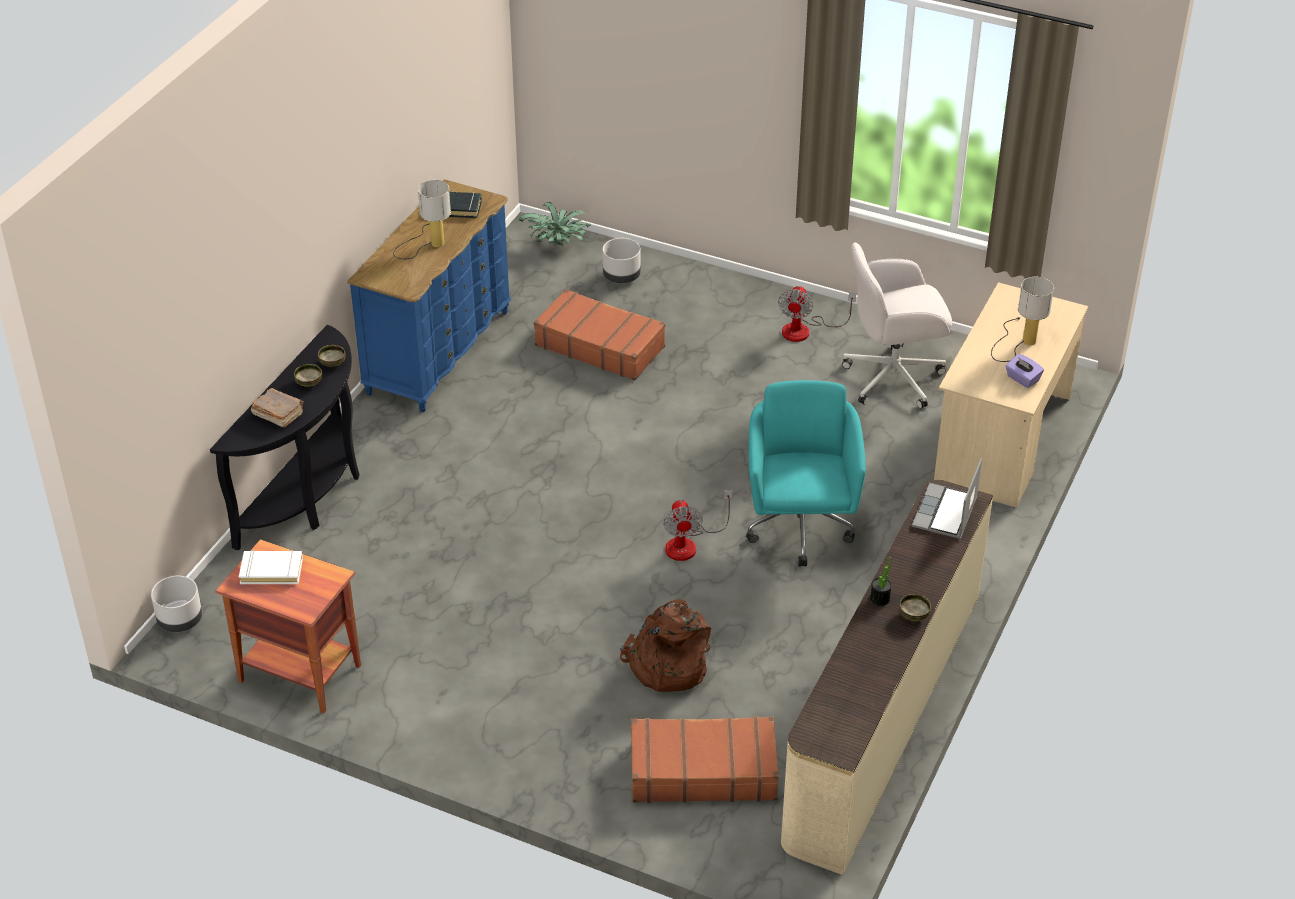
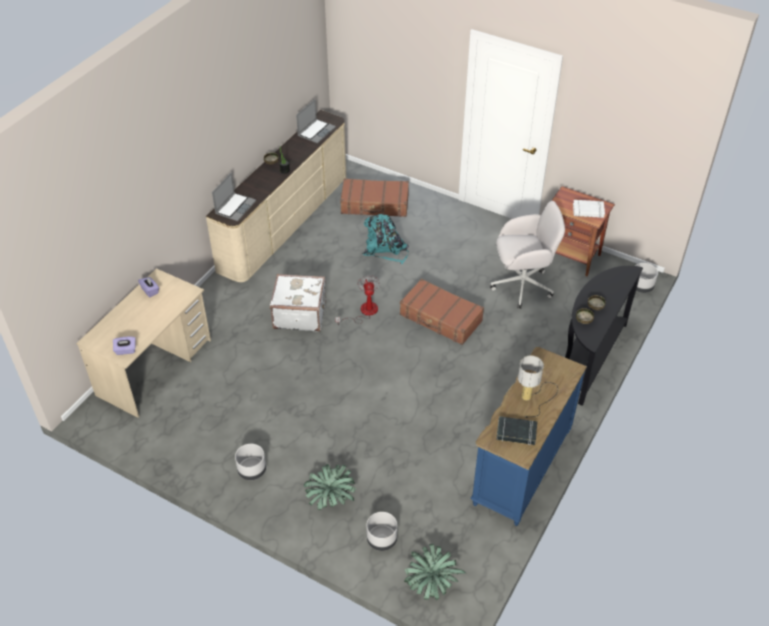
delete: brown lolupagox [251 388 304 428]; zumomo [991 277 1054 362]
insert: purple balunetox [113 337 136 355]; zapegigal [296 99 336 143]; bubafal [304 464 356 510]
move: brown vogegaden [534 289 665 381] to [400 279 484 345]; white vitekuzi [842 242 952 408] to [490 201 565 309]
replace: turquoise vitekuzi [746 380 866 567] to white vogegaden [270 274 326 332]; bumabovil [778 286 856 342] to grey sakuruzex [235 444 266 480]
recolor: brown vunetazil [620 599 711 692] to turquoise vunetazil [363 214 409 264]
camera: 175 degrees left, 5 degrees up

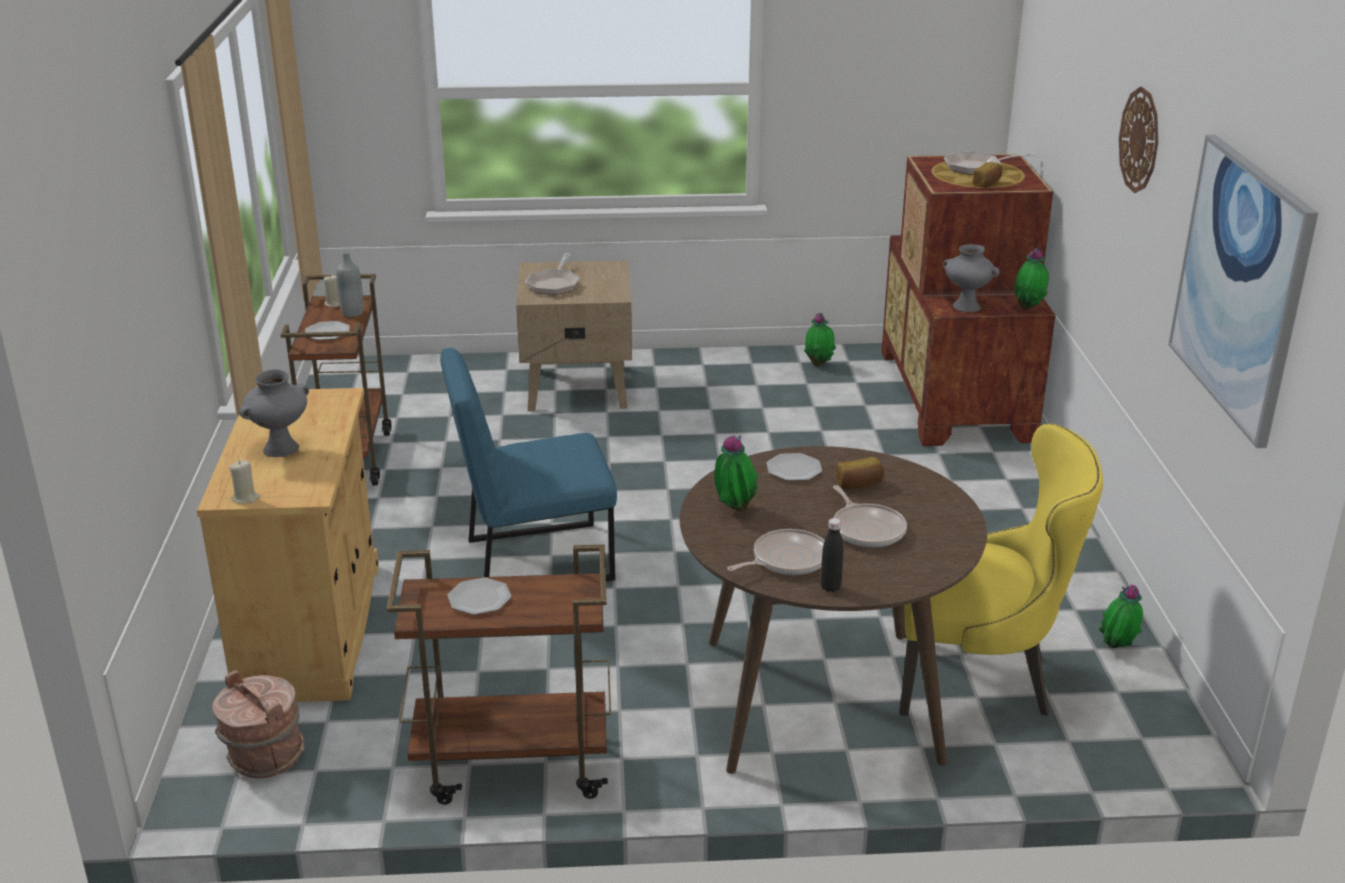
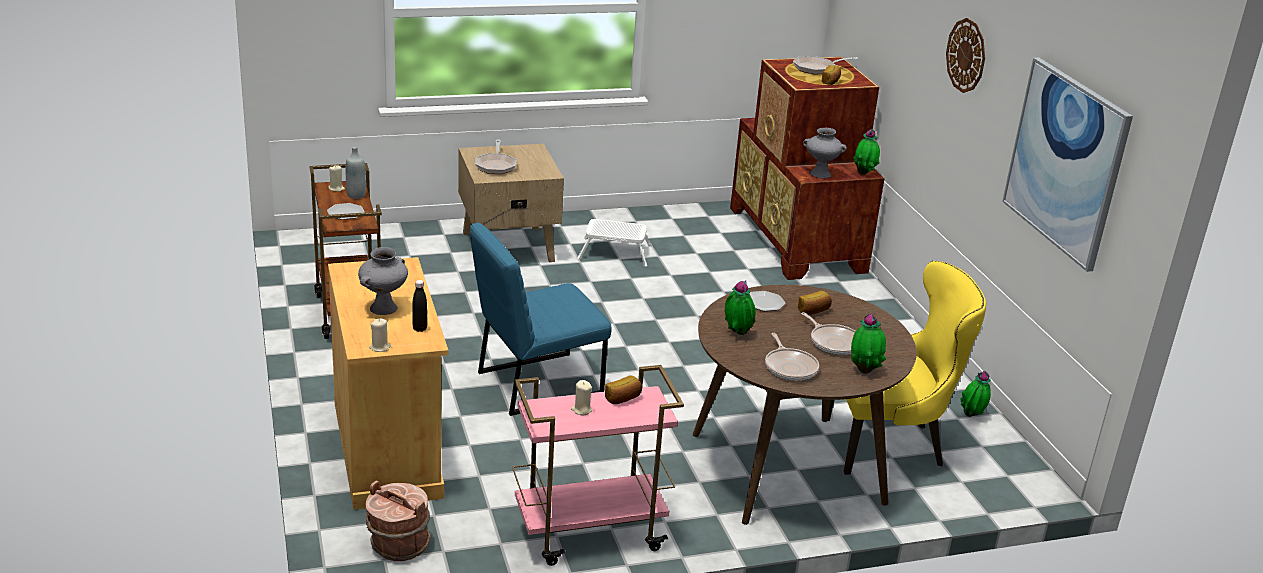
insert: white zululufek [578 219 652 267]; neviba [605 375 642 404]
move: bubafal [804 313 836 366] to [851 313 886 374]; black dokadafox [821 518 843 592] to [412 280 427 332]
replace: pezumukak [447 578 512 615] to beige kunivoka [571 380 593 415]
recolor: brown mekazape [387 544 611 805] to pink mekazape [512 365 684 566]
rotate: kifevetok [727 529 825 575] = [765 333 819 381] 120 degrees clockwise
camera: 15 degrees left, 0 degrees up

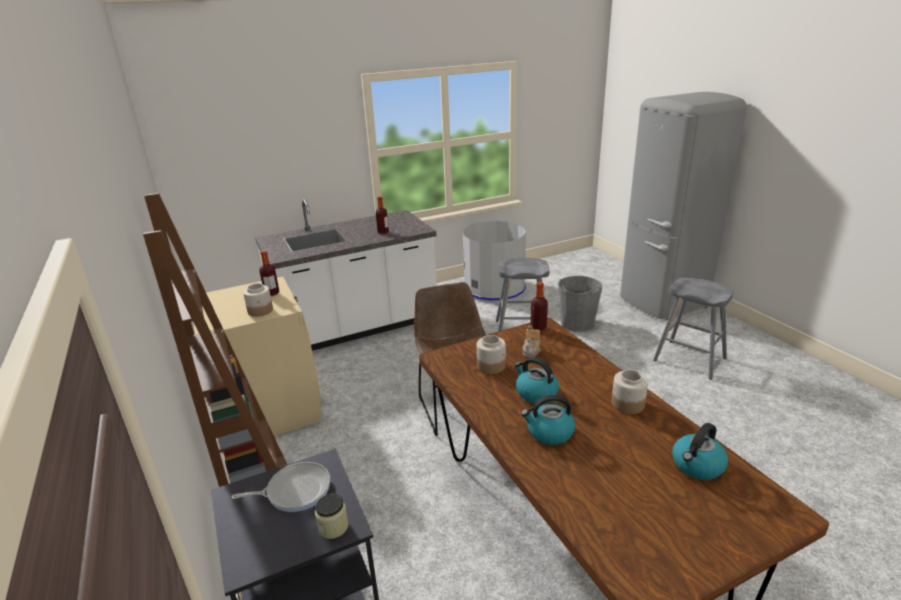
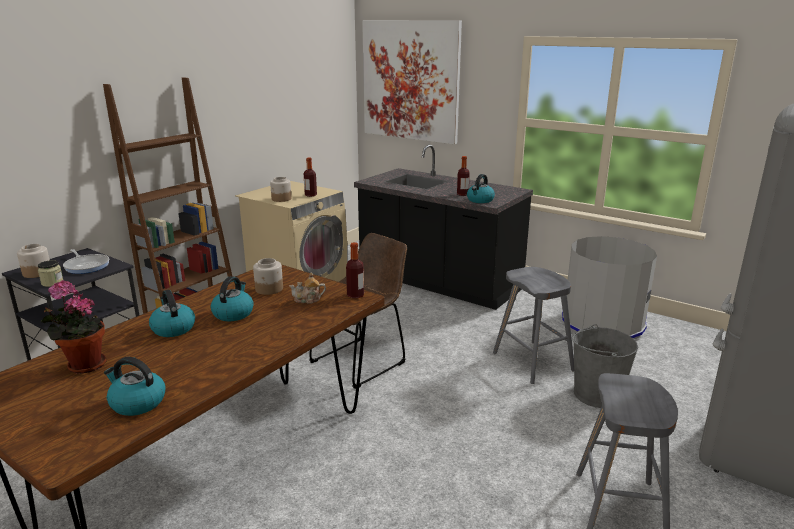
insert: bubafal [41 280 106 374]; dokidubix [362 20 462 144]; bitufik [467 174 495 203]
move: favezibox [612 370 648 414] to [17 244 50 278]
recolor: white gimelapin [255 199 437 351] to black gimelapin [354 145 533 310]
camera: 60 degrees right, 5 degrees down

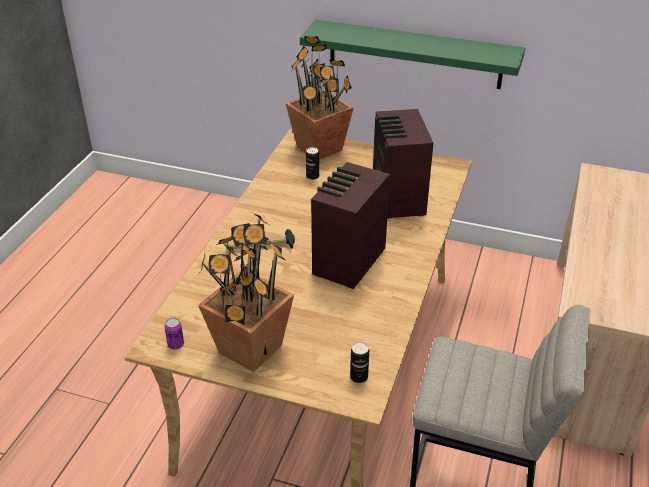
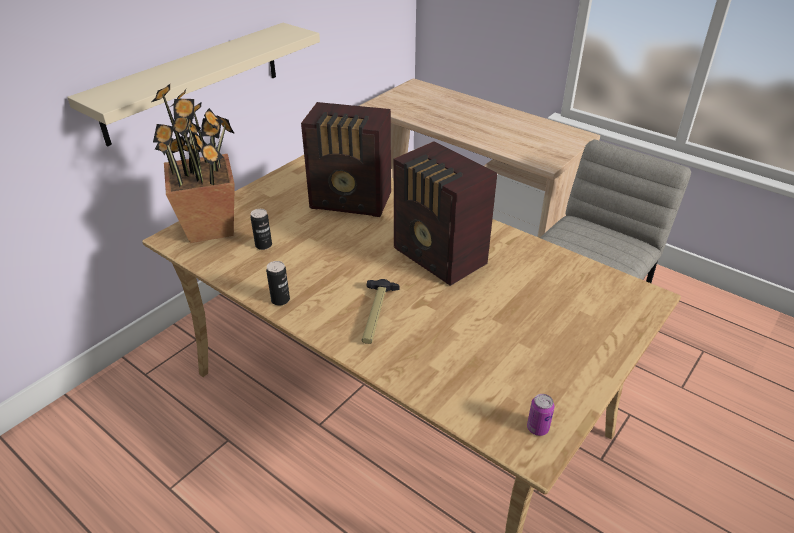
delete: bubafal [198 214 294 372]
move: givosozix [350 342 369 383] to [266 261 290 306]
recolor: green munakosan [300 20 525 89] to beige munakosan [67 23 320 147]
camera: 70 degrees left, 0 degrees up

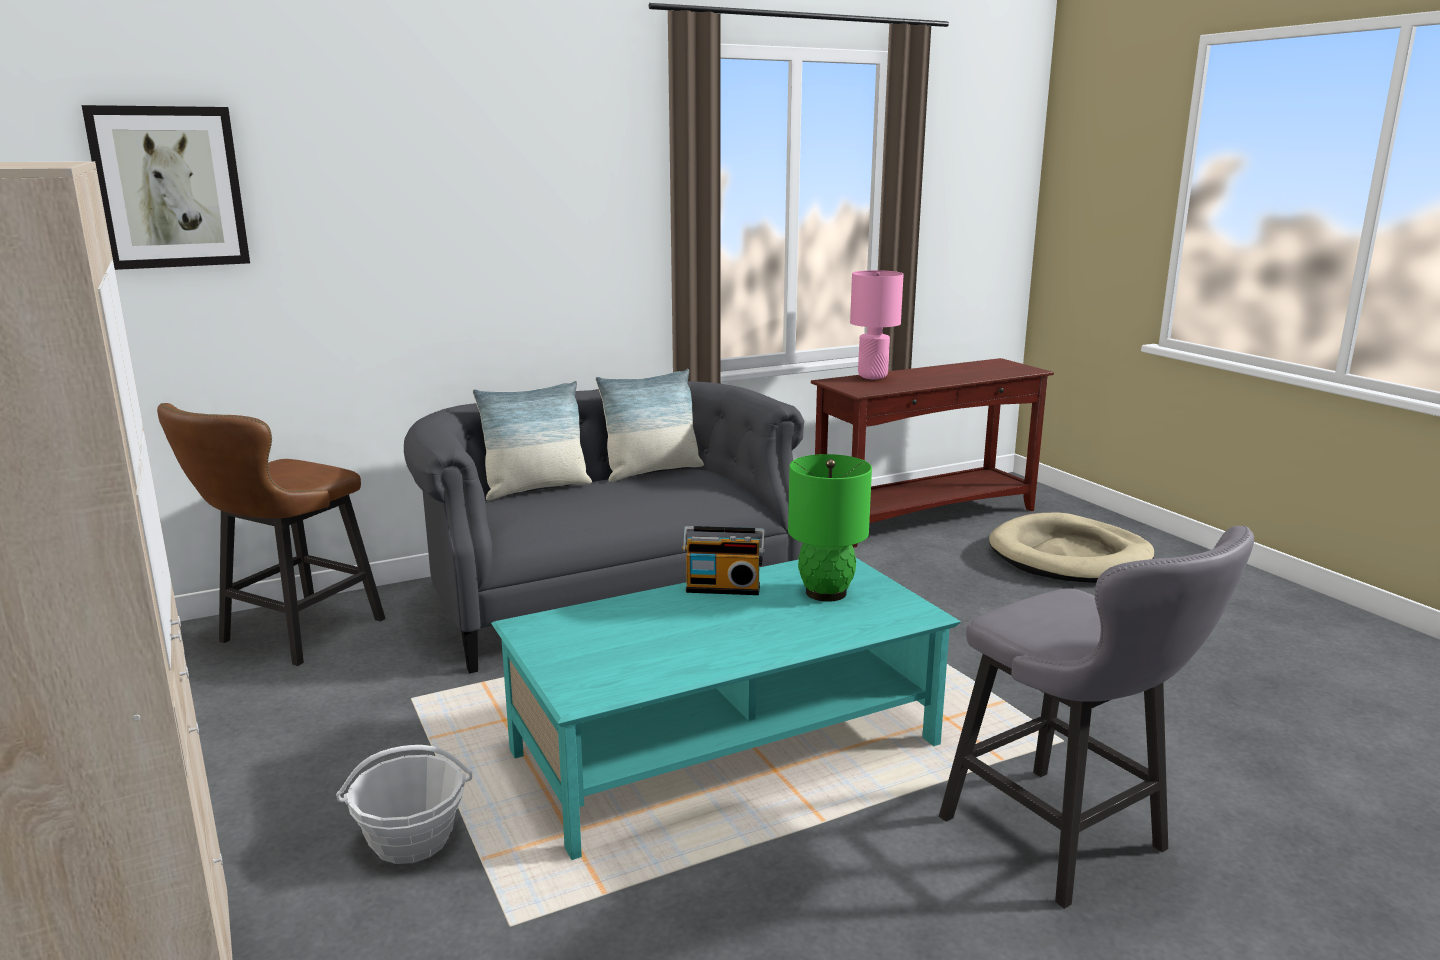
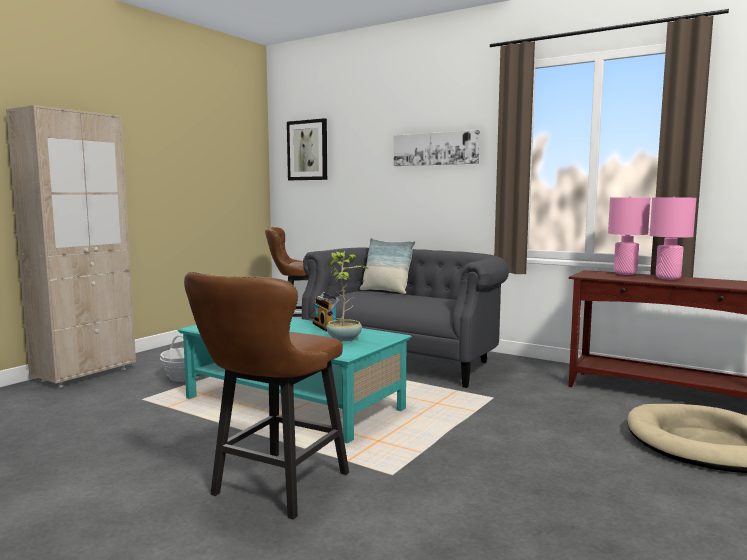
delete: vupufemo [595 369 704 482]
insert: dokidubix [394 130 480 166]; pink zumomo [650 196 696 280]
replace: green zumomo [788 454 872 602] to bubafal [326 251 368 341]
recolor: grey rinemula [939 526 1254 909] to brown rinemula [184 271 349 520]
camera: 60 degrees right, 10 degrees down

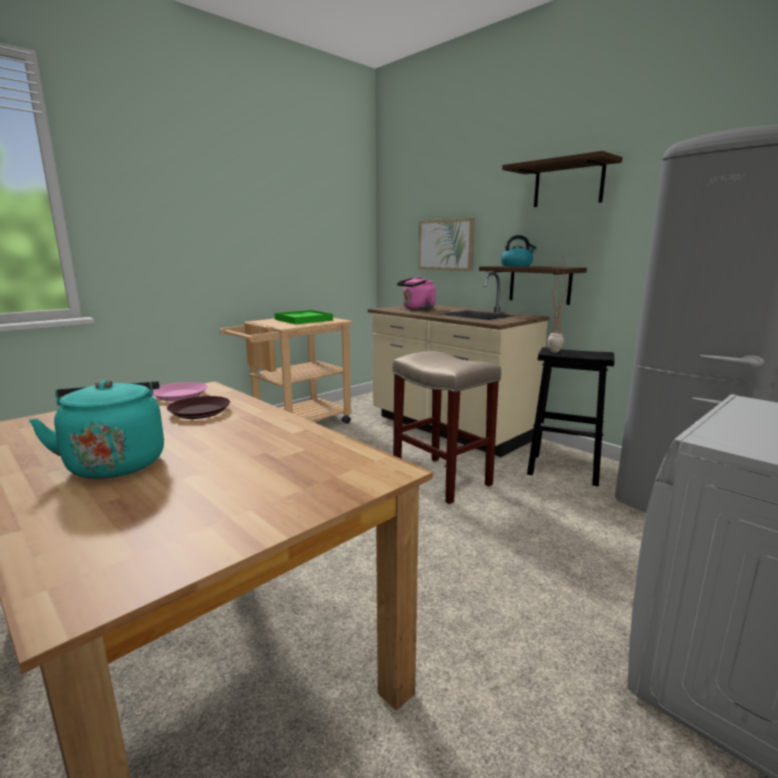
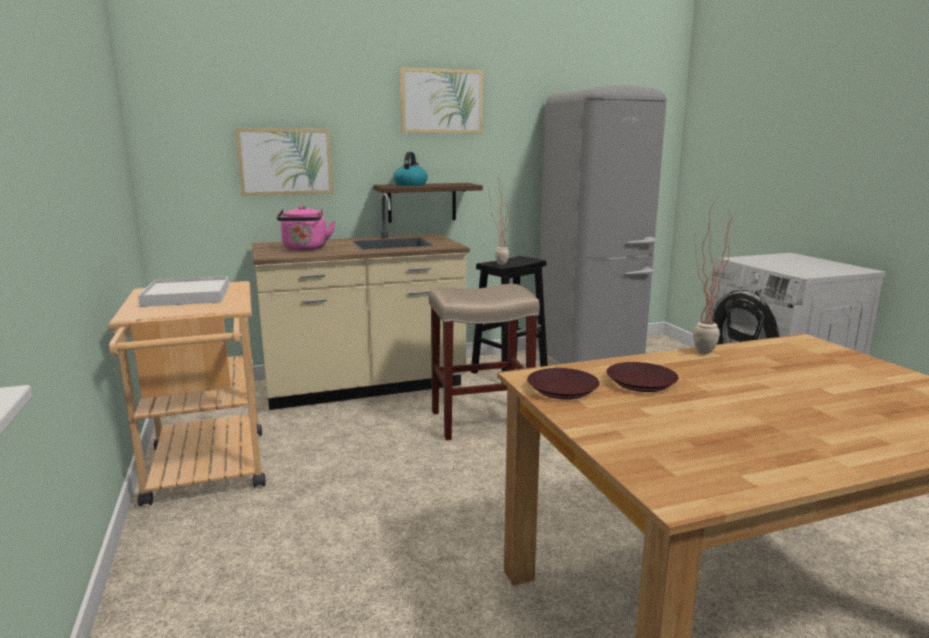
delete: turquoise bitufik [29 380 164 479]
insert: bubafal [691 199 734 354]
replace: munakosan [502 151 623 207] to dokidubix [399 67 483 133]
recolor: pink pezumukak [153 382 208 401] to brown pezumukak [527 368 600 399]; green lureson [275 310 333 324] to white lureson [138 276 229 307]
camera: 65 degrees left, 0 degrees up

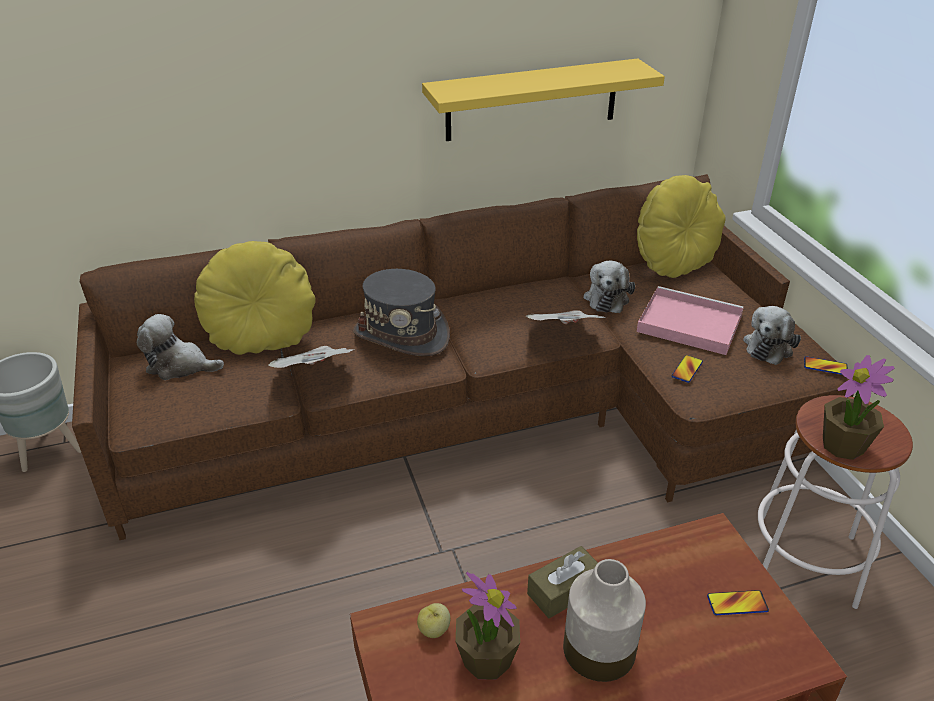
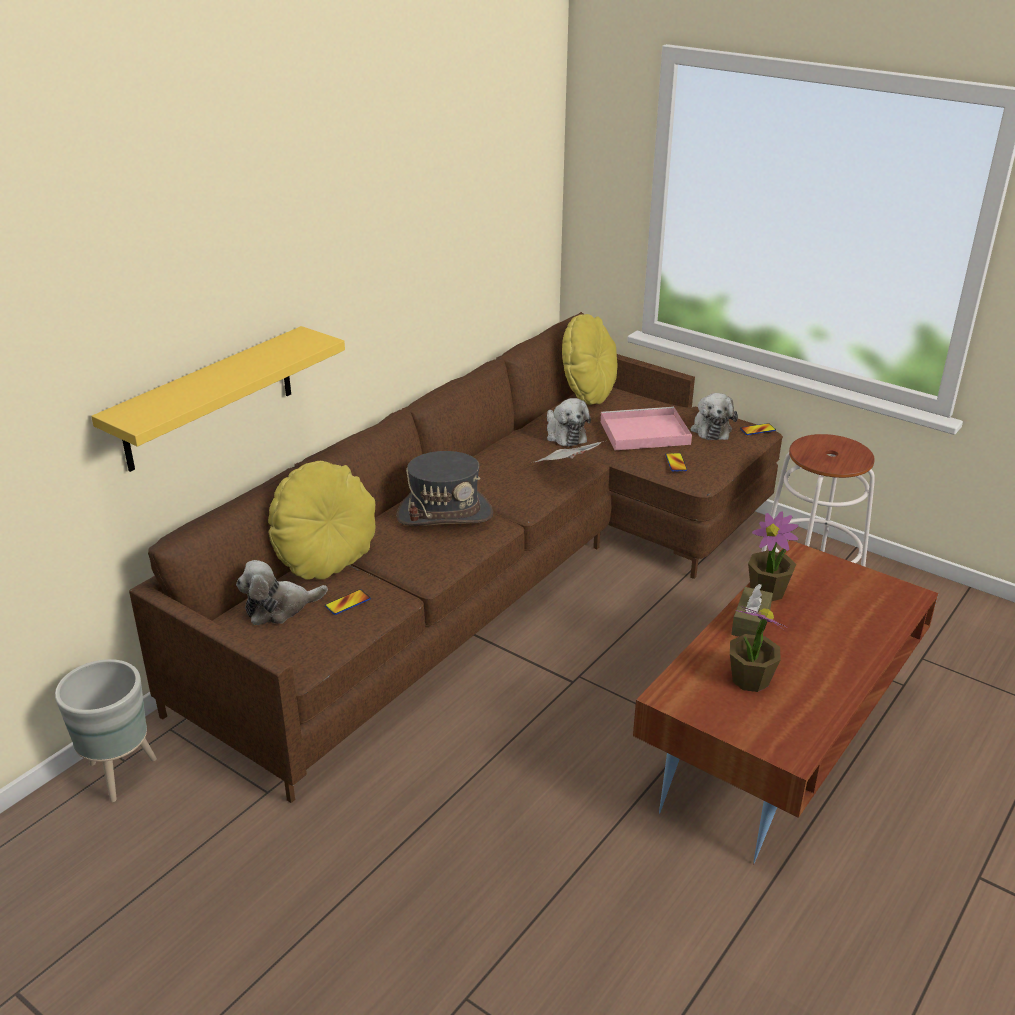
delete: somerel [268 346 355 368]; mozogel [417 603 451 638]; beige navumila [563 559 646 682]
move: yellow munakosan [422 58 665 141] to [91 326 345 472]; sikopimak [707 590 769 615] to [325 589 371 615]; bubafal [823 355 895 460] to [748 511 799 601]
camera: 35 degrees left, 5 degrees down

